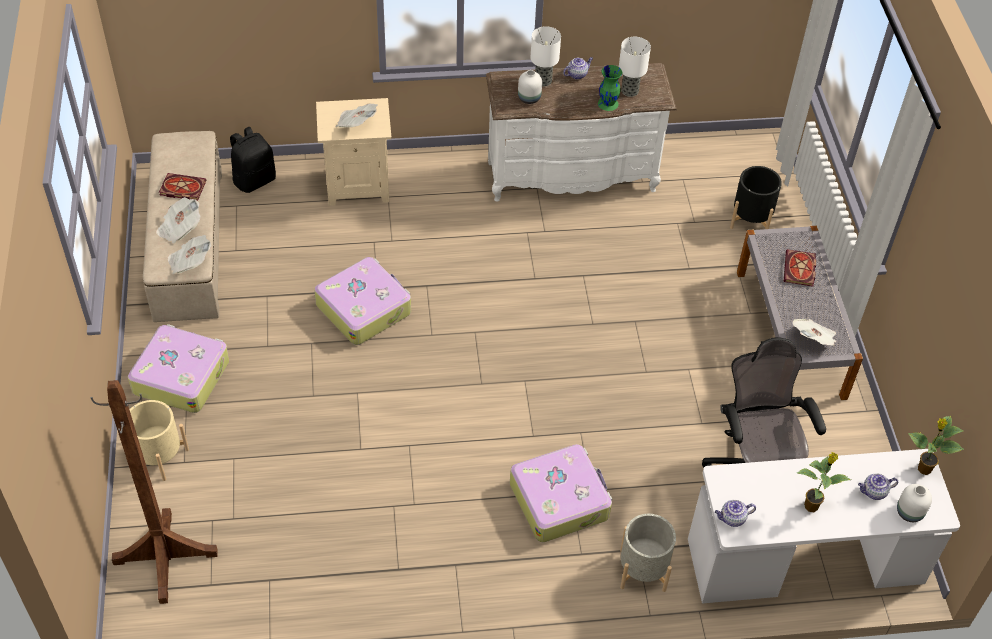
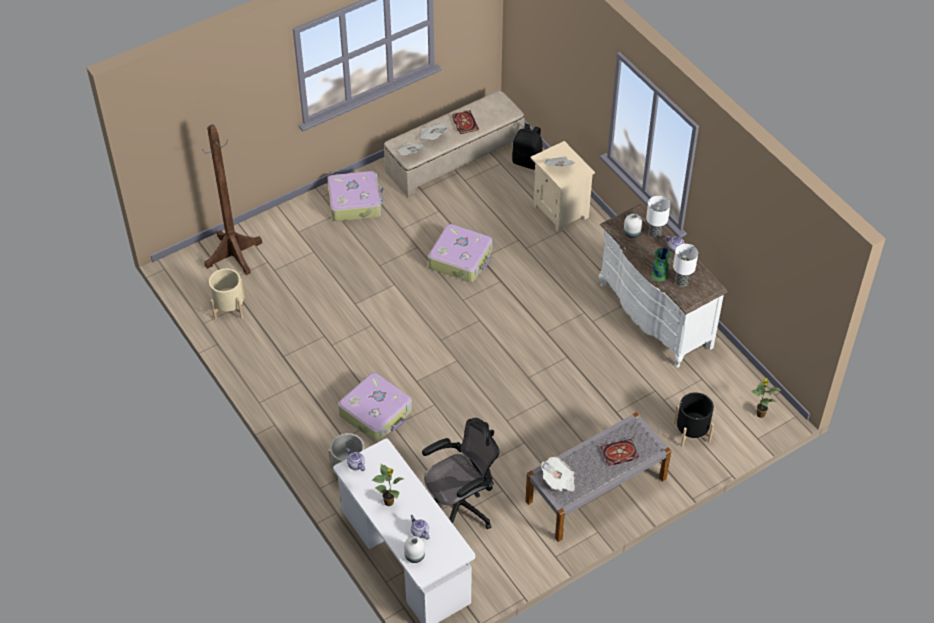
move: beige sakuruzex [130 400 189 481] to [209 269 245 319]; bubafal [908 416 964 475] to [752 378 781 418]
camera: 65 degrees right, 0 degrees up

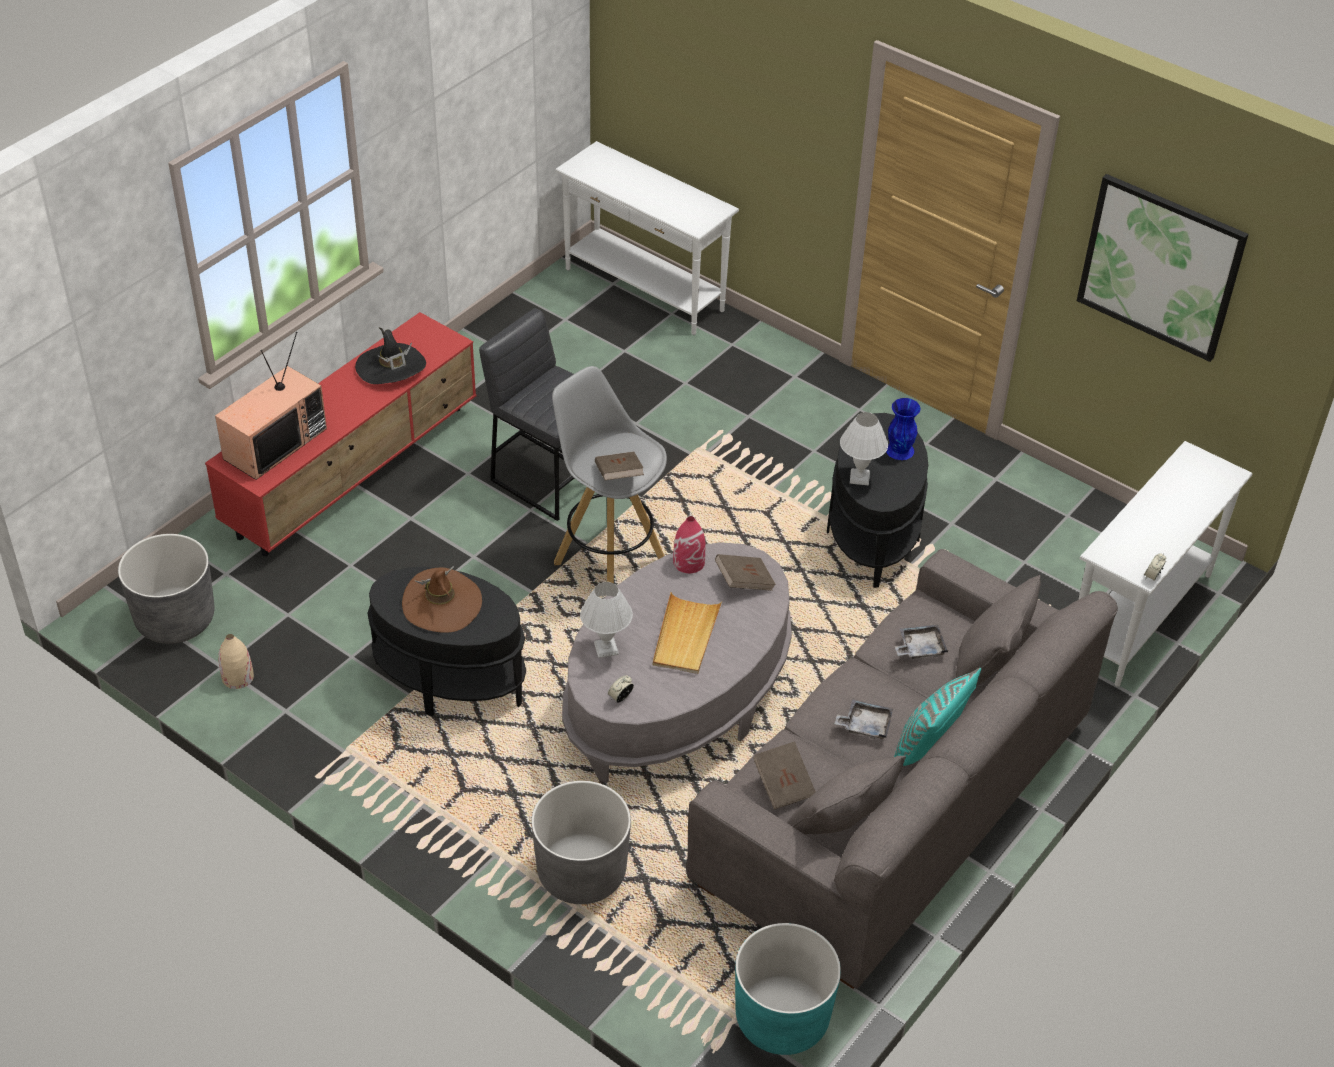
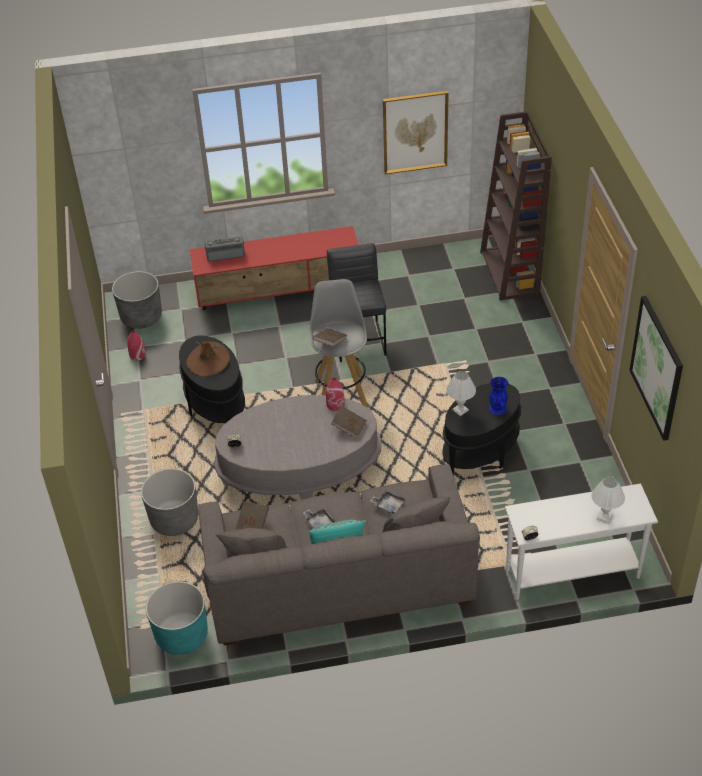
delete: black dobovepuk [355 327 426 384]; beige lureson [653 592 722 674]
insert: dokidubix [383 91 449 174]
move: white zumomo [580 582 633 658] to [591 476 625 524]
replace: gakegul [215 332 327 480] to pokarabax [204 236 245 262]; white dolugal [555 141 739 335] to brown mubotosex [480 111 552 300]
recolor: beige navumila [219 634 254 689] to red navumila [127 330 146 361]
camera: 45 degrees right, 0 degrees up

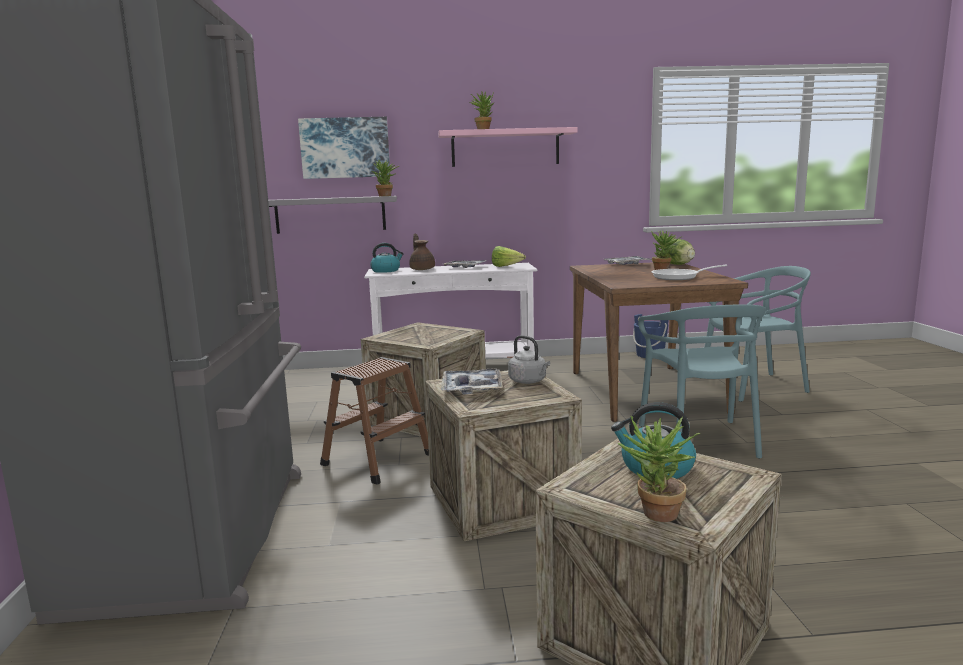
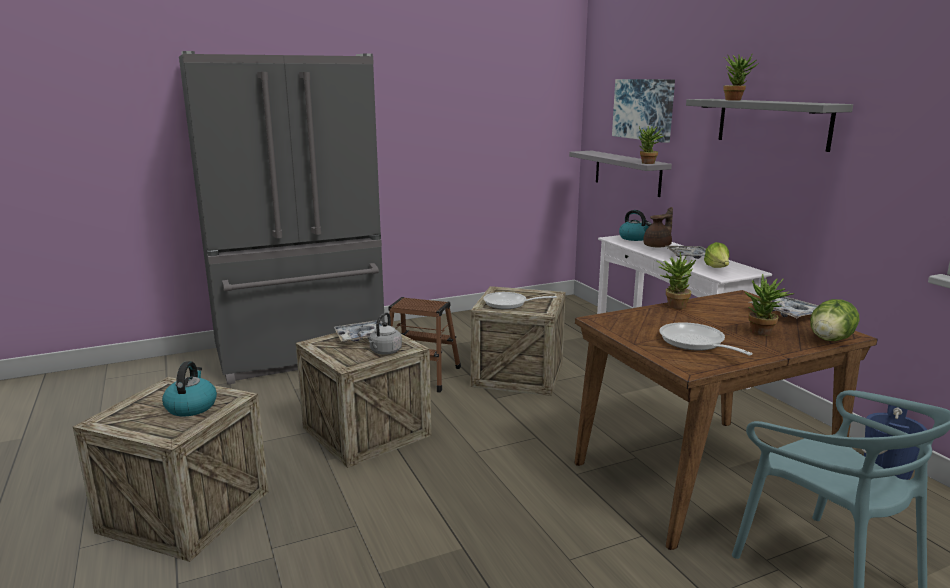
delete: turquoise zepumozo [638 304 766 459]
insert: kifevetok [483 292 557 309]
move: bubafal [618 416 701 522] to [656 252 696 309]
recolor: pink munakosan [438 127 578 167] to grey munakosan [686 99 853 152]
camera: 70 degrees right, 5 degrees up

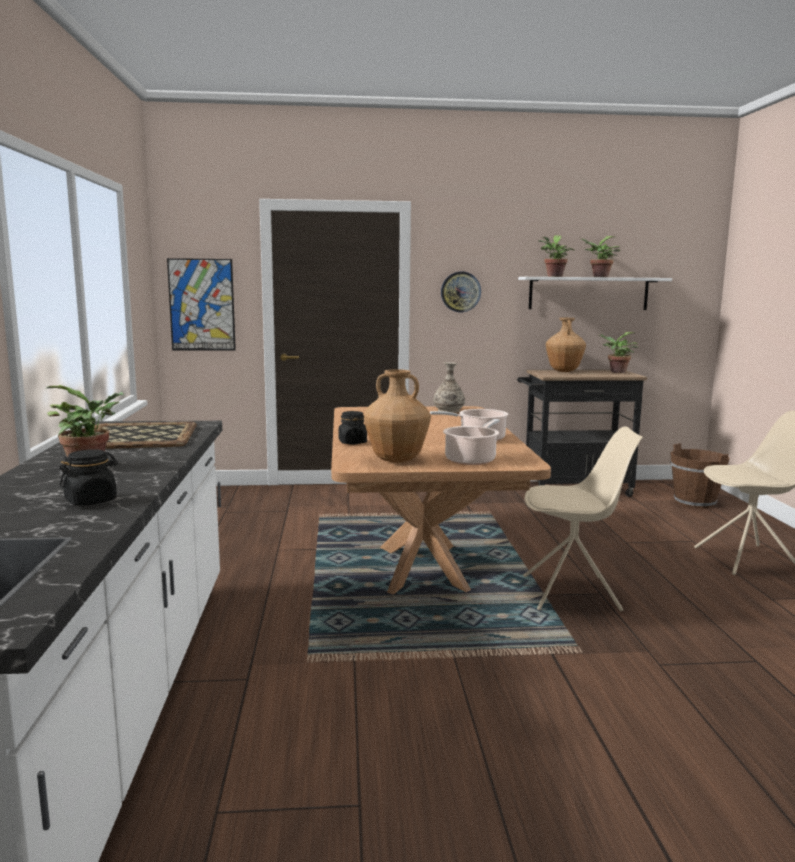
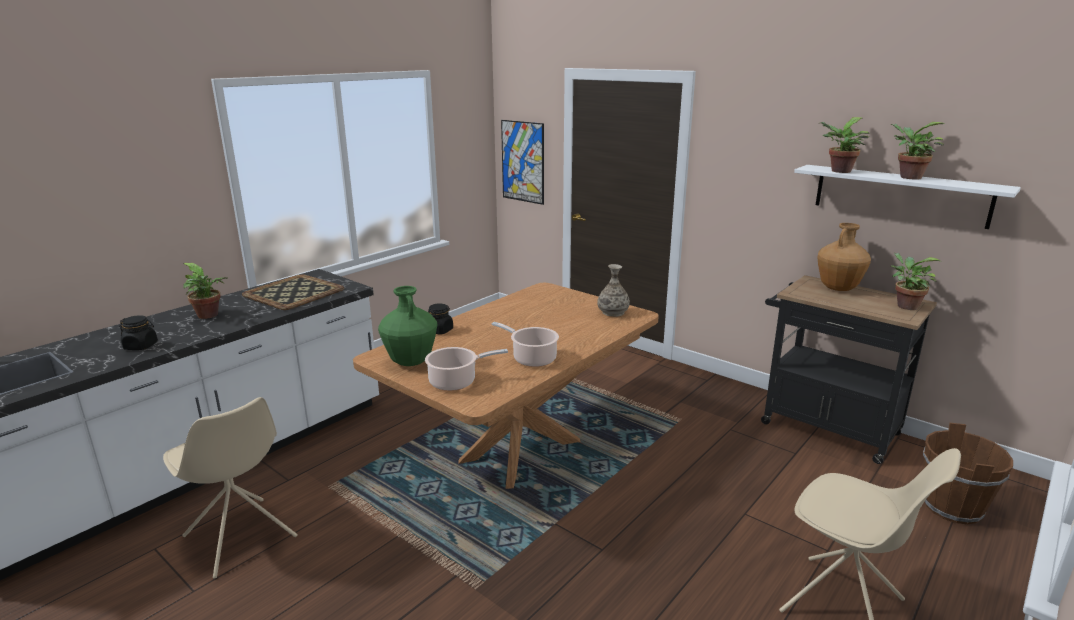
delete: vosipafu [441 272 481 312]
move: beige zepumozo [523 426 643 611] to [163 397 298 578]
recolor: brown navumila [364 369 431 463] to green navumila [378 286 437 366]
camera: 45 degrees right, 10 degrees up

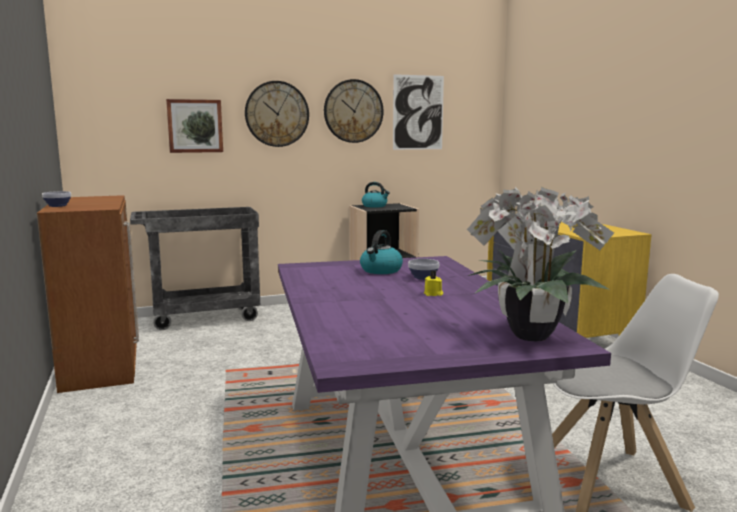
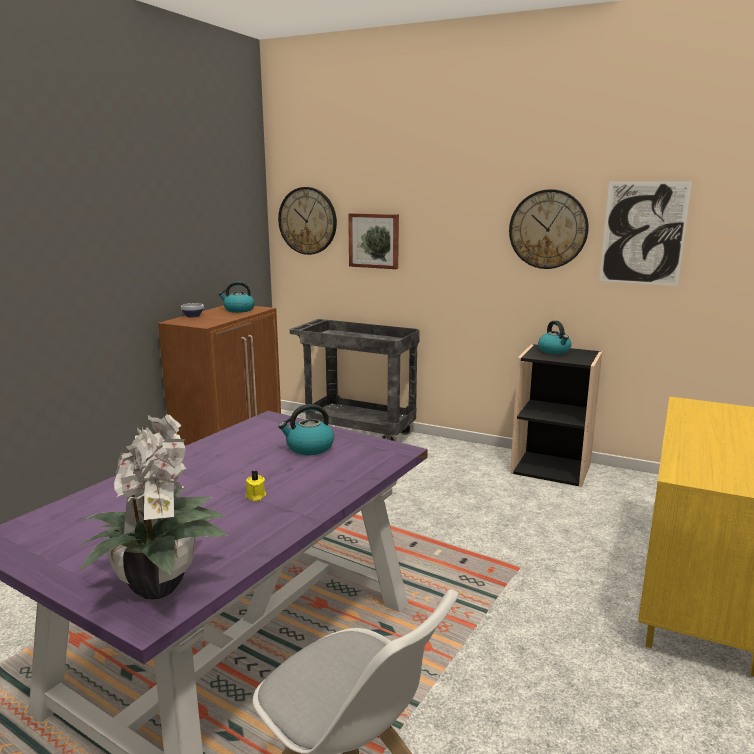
delete: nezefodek [408 259 439 280]
insert: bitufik [218 282 254 313]
move: vosipafu [245 81 309 147] to [278 187 337 255]
camera: 45 degrees right, 5 degrees up

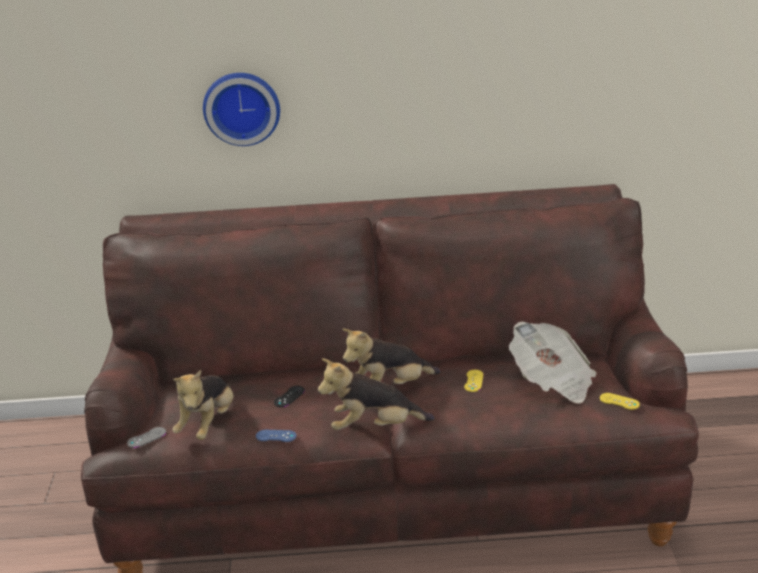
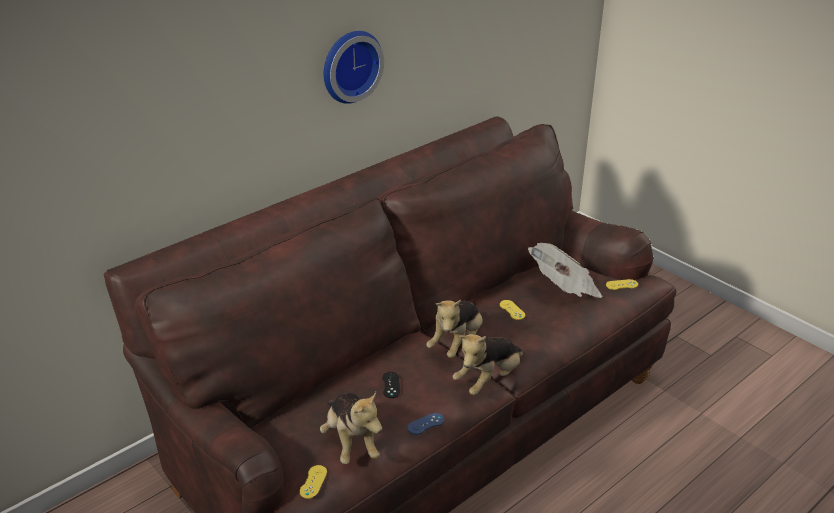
move: vosipafu [203 73 280 146] to [324 31 384 104]
recolor: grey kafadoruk [127 427 166 448] to yellow kafadoruk [300 465 327 499]
camera: 40 degrees left, 5 degrees up

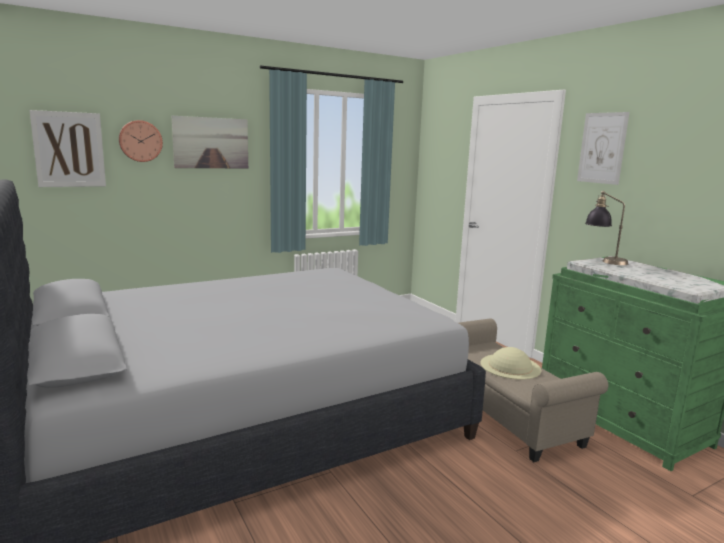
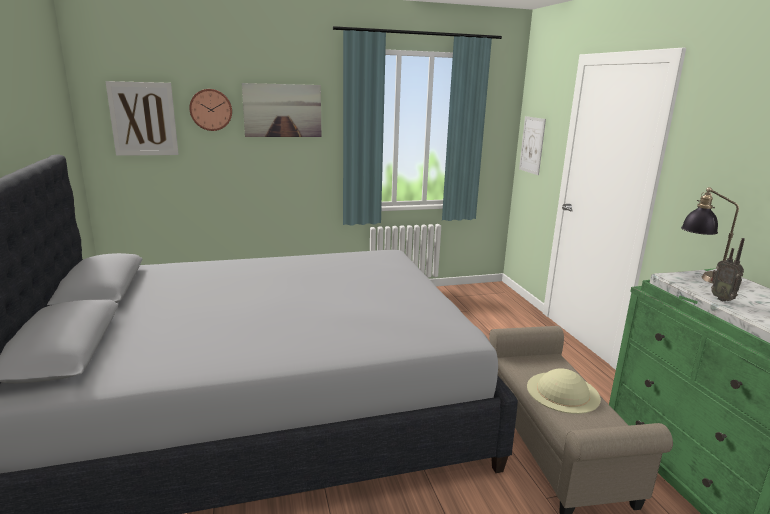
insert: pokarabax [711 238 745 301]
move: dokidubix [577 112 630 185] to [519 116 546 175]
camera: 15 degrees right, 5 degrees up

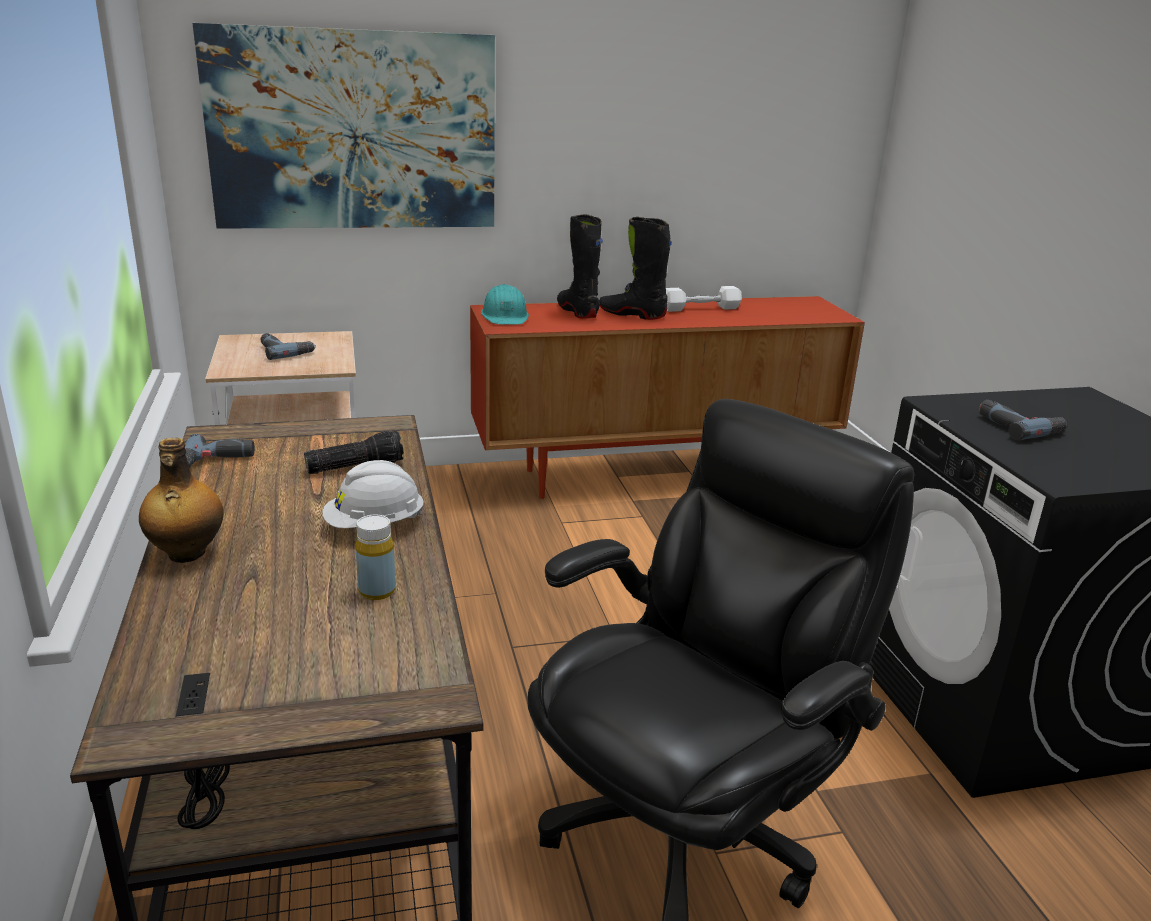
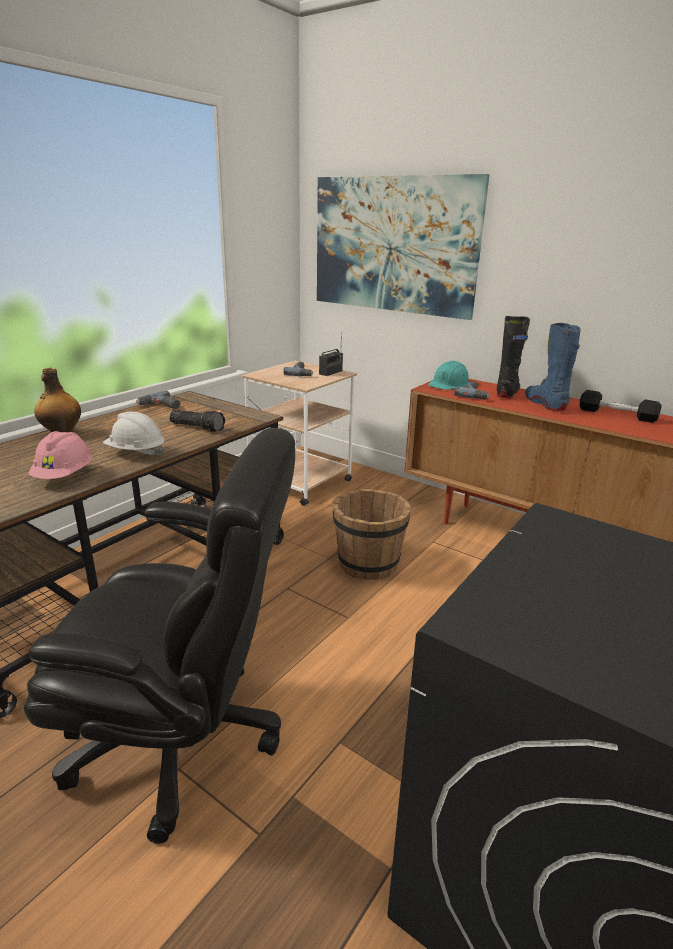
insert: pokarabax [319 332 343 376]; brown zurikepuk [332 489 411 580]
move: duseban [979 400 1067 440] to [454 381 490 399]
replace: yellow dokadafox [356 515 396 600] to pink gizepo [28 431 93 479]
recolor: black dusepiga [599 217 672 320] to blue dusepiga [525 323 581 411]; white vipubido [666 286 742 312] to black vipubido [579 390 662 423]
camera: 50 degrees right, 0 degrees up

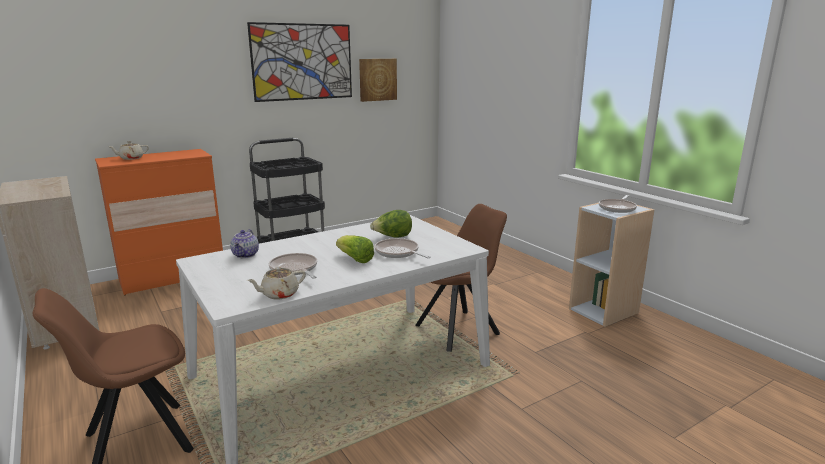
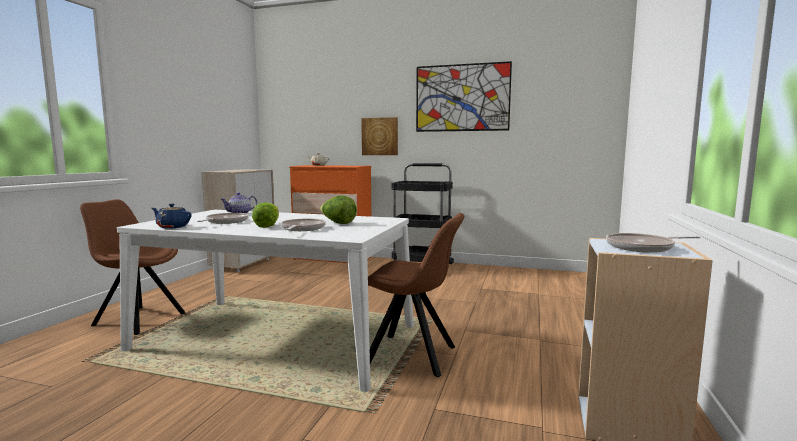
move: dokidubix [359 59 397 102] to [361 117 398 155]
recolor: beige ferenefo [247 267 306 299] to blue ferenefo [152 204 192 229]
camera: 50 degrees right, 10 degrees down

